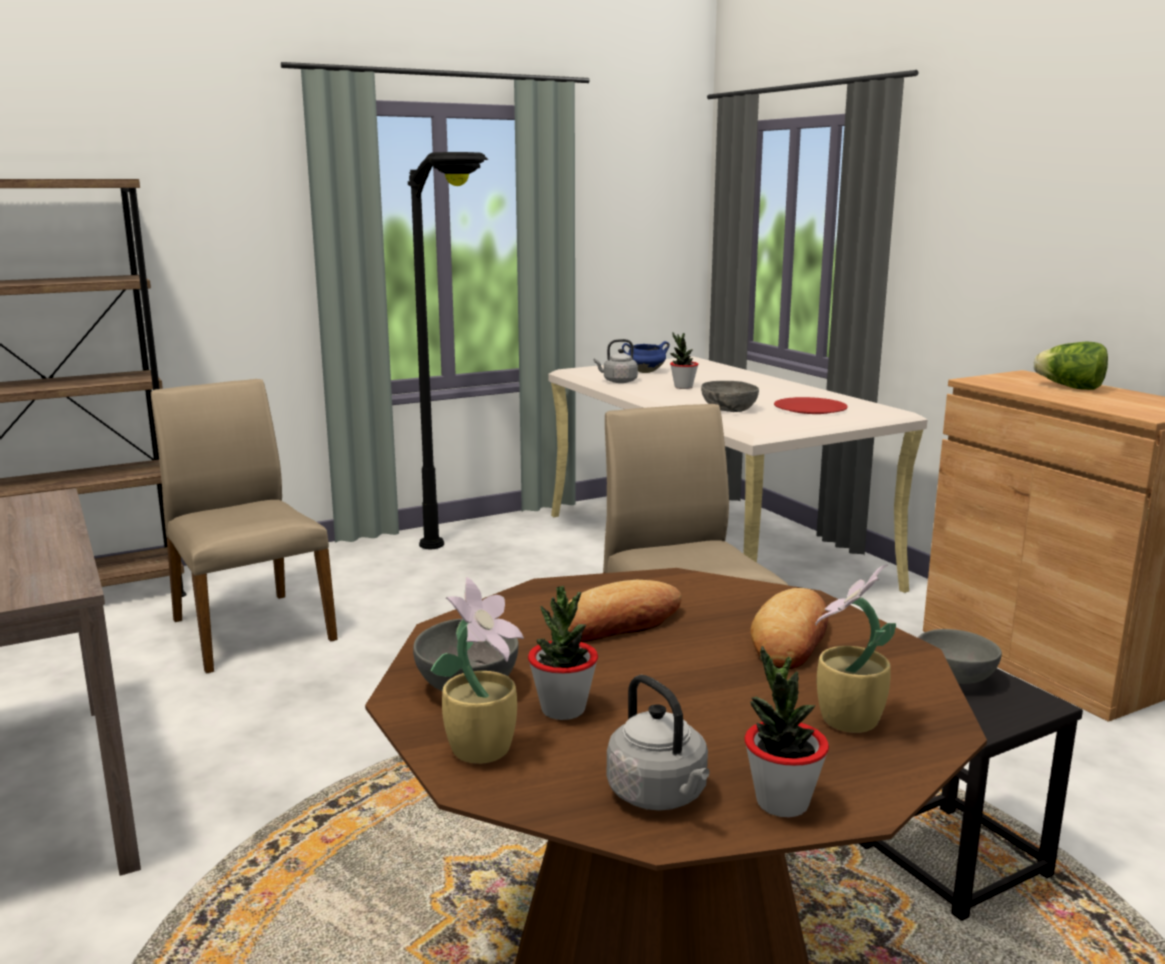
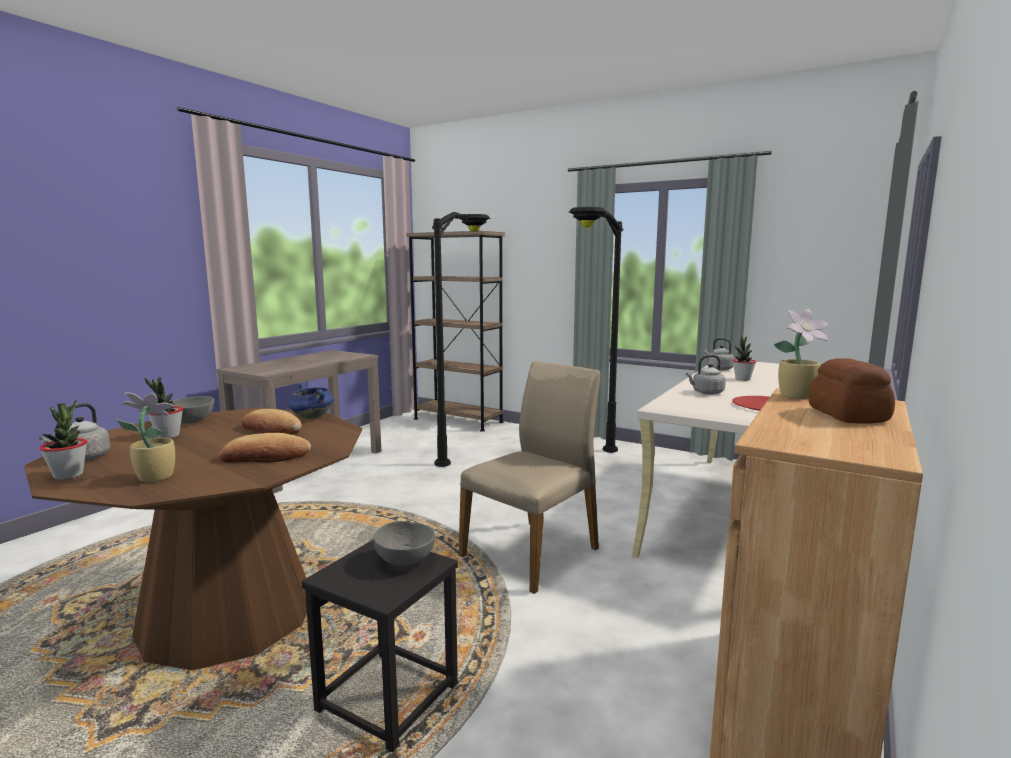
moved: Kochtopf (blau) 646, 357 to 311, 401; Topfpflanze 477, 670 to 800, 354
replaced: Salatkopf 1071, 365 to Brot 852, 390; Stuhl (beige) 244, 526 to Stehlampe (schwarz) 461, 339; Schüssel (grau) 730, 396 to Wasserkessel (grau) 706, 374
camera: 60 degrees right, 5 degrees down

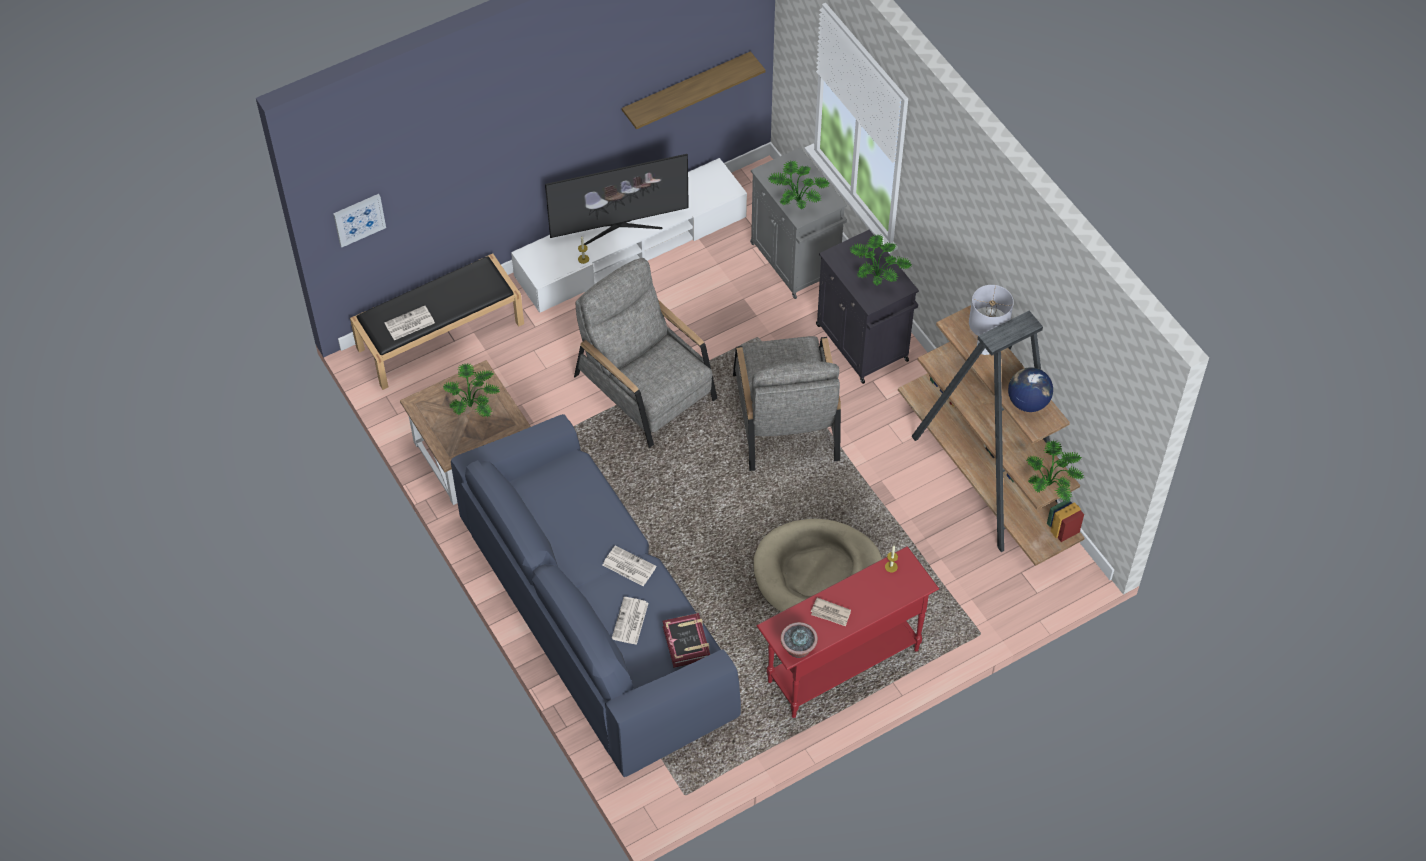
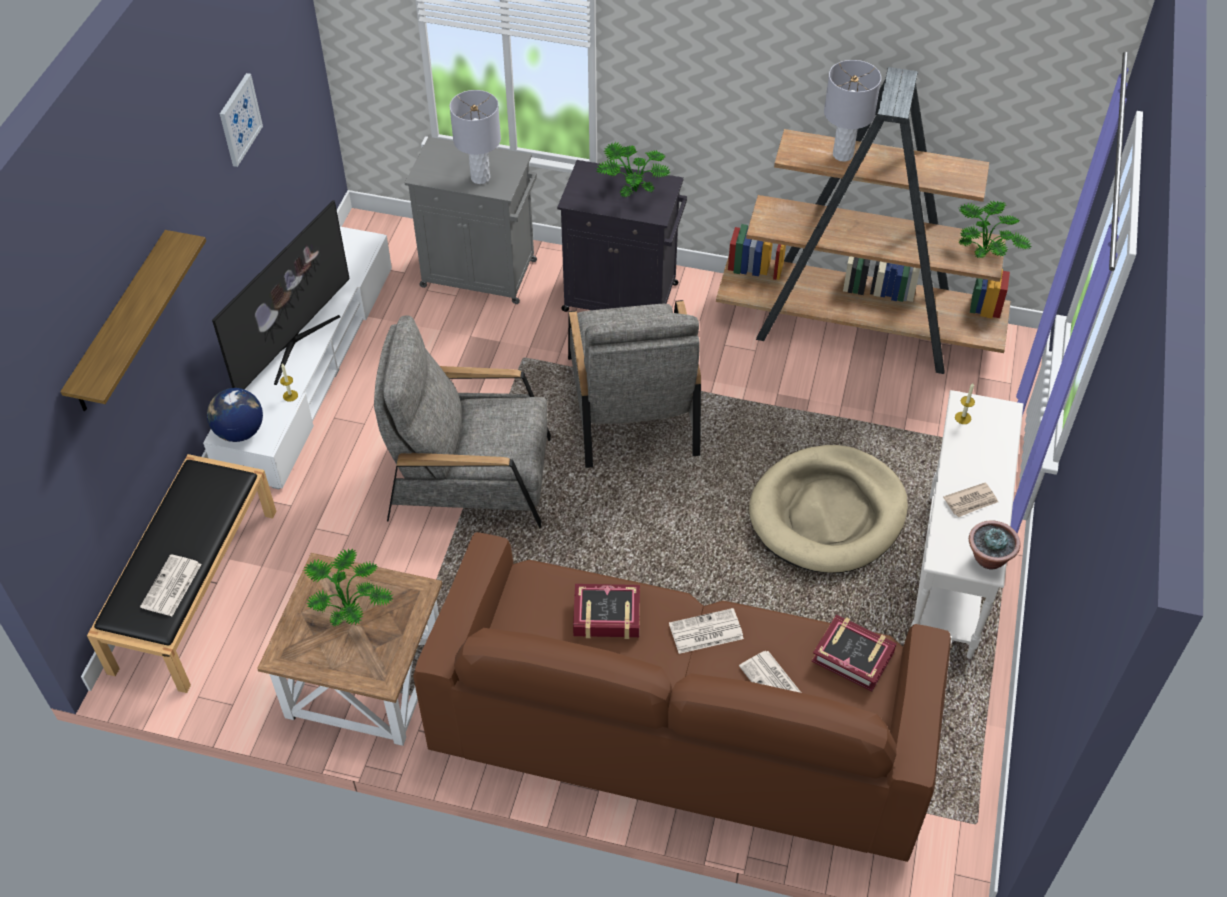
added: Buch 606, 611
moved: Wandregal 694, 90 to 133, 320; Bild 359, 220 to 241, 120; Globus 1030, 389 to 235, 415
replaced: Topfpflanze 798, 185 to Tischlampe (grau) 475, 137
recoloured: Sofa (blau) 596, 595 to Sofa (braun) 682, 697; Konsolentisch (rot) 848, 632 to Konsolentisch (weiß) 966, 524
turned: Sessel (grau) 787, 403 = 634, 384 45 degrees clockwise
camera: 45 degrees left, 5 degrees down

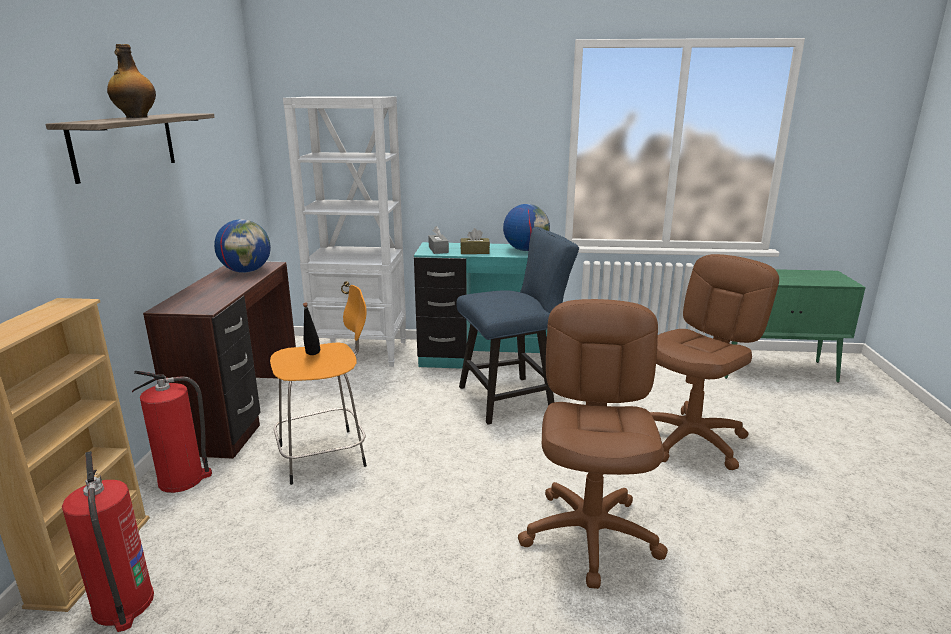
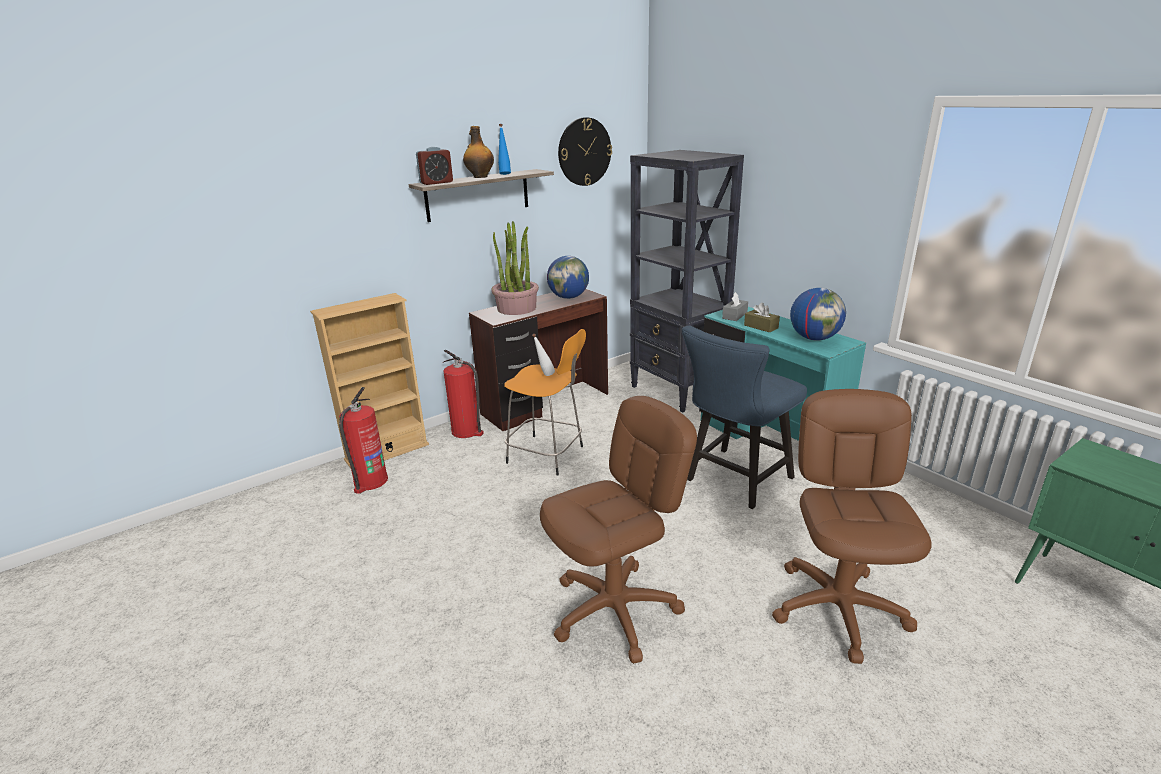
added: Wanduhr 585, 151; Flasche (blau) 504, 149; Wecker 434, 166; Topfpflanze 515, 268
recoloured: Bücherregal (weiß) 344, 231 to Bücherregal (schwarz) 687, 281; Flasche (schwarz) 312, 328 to Flasche (weiß) 543, 355
turned: Stuhl (blau) 517, 326 = 744, 417 105 degrees clockwise; Bürostuhl (braun) 714, 362 = 852, 526 90 degrees counterclockwise
camera: 50 degrees right, 5 degrees up

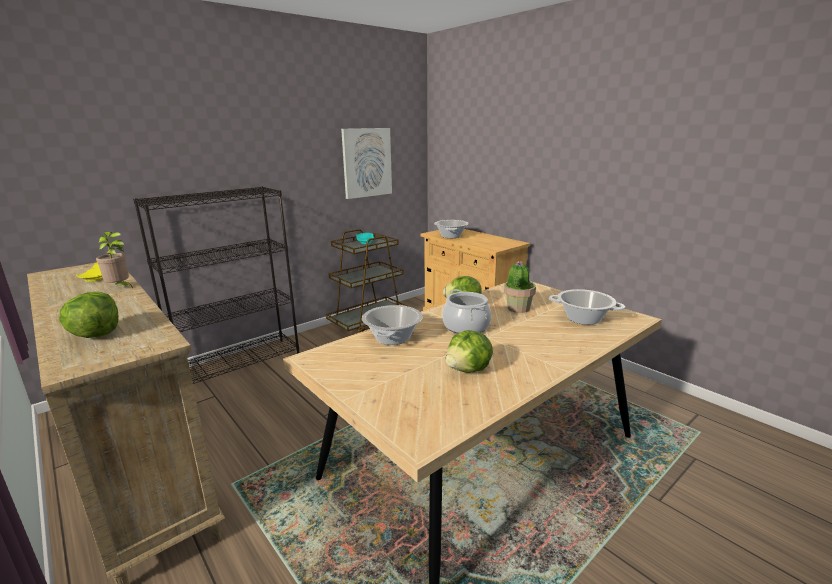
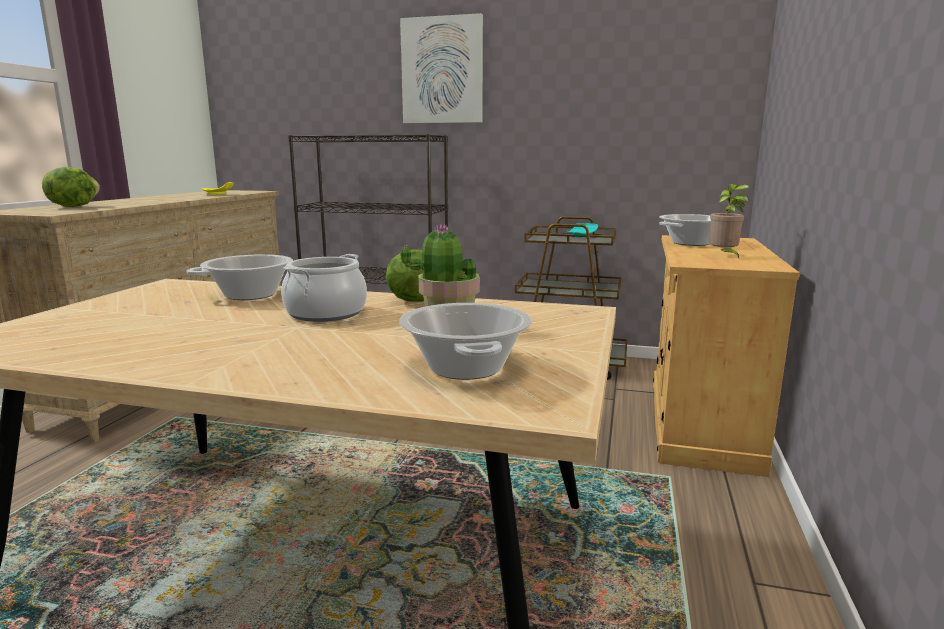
removed: Salatkopf 469, 351
moved: Bild 366, 163 to 441, 68; Topfpflanze 114, 260 to 729, 221
camera: 55 degrees right, 5 degrees down

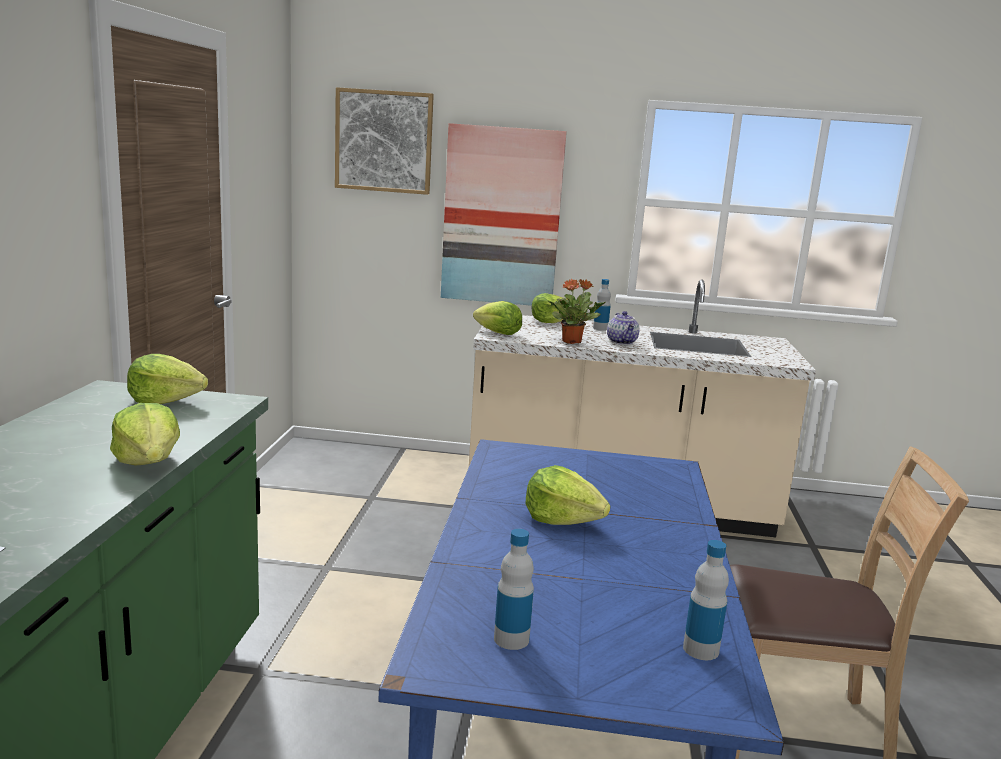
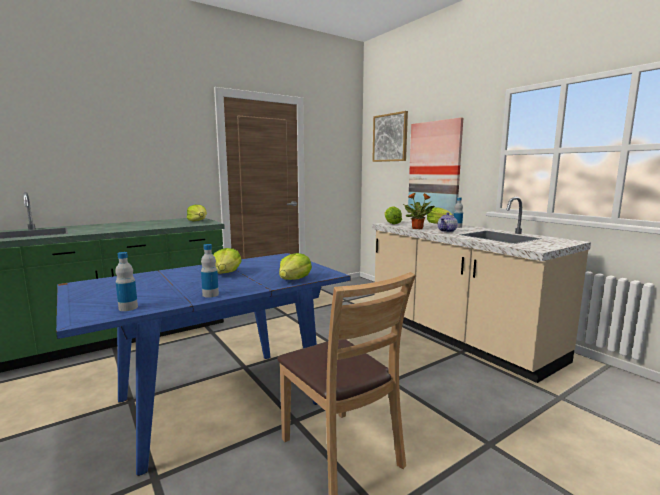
moved: Salatkopf 145, 434 to 295, 266; Flasche 514, 589 to 210, 271
camera: 50 degrees right, 5 degrees down

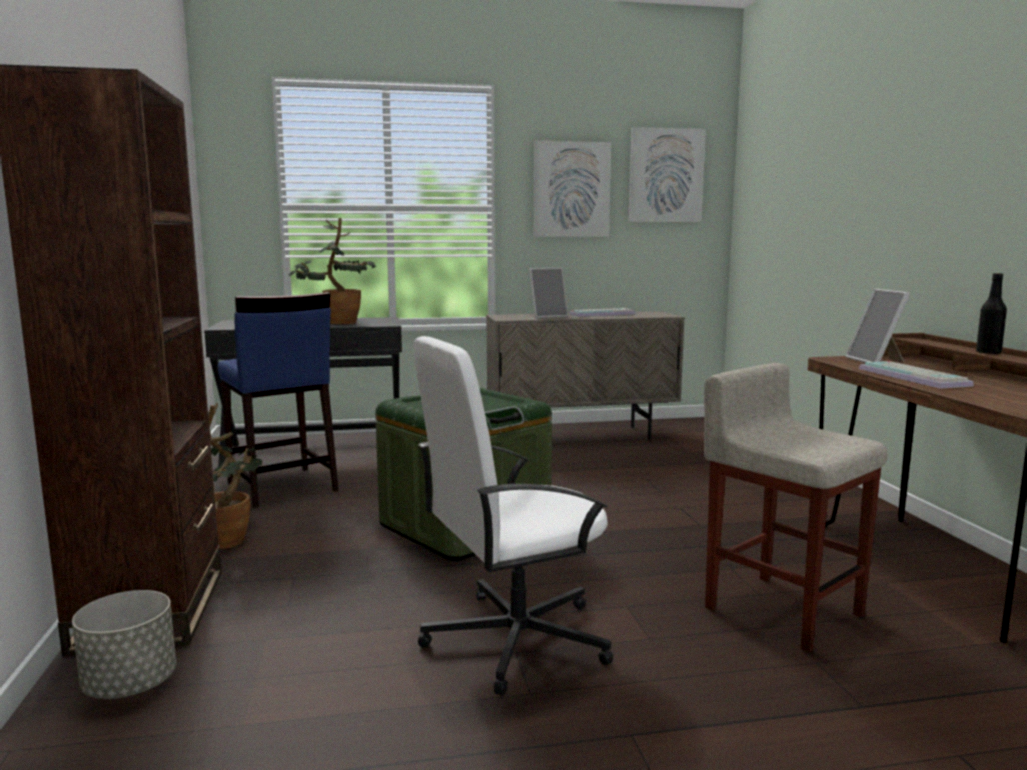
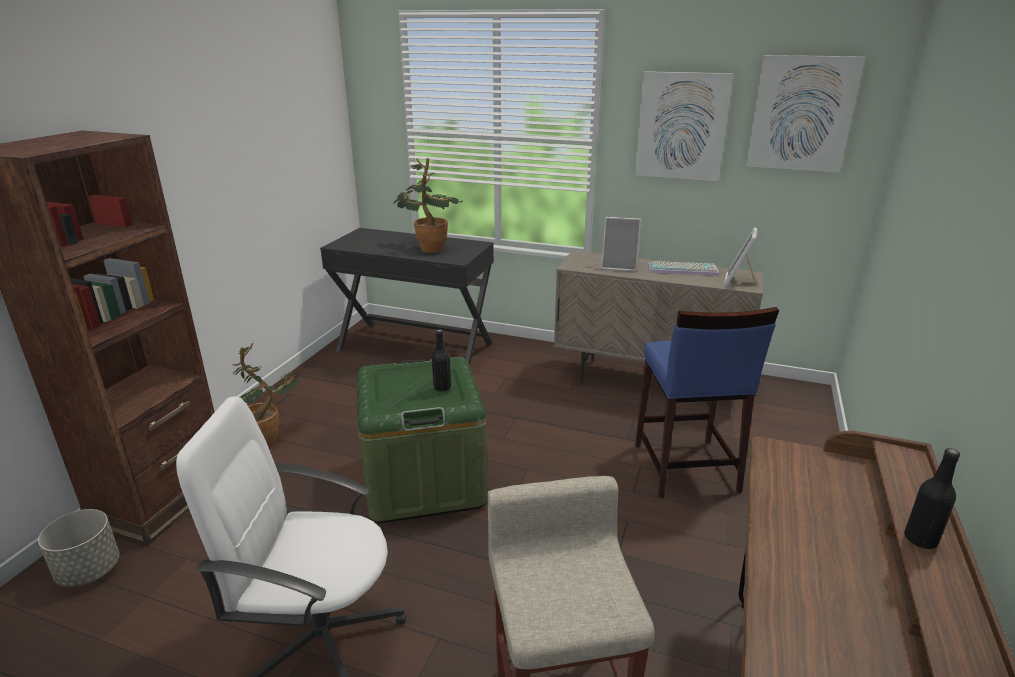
removed: Tastatur 916, 375
added: Flasche (schwarz) 441, 360
moved: Bilderrahmen 877, 326 to 741, 256; Hocker (blau) 278, 400 to 707, 402
camera: 30 degrees right, 15 degrees up

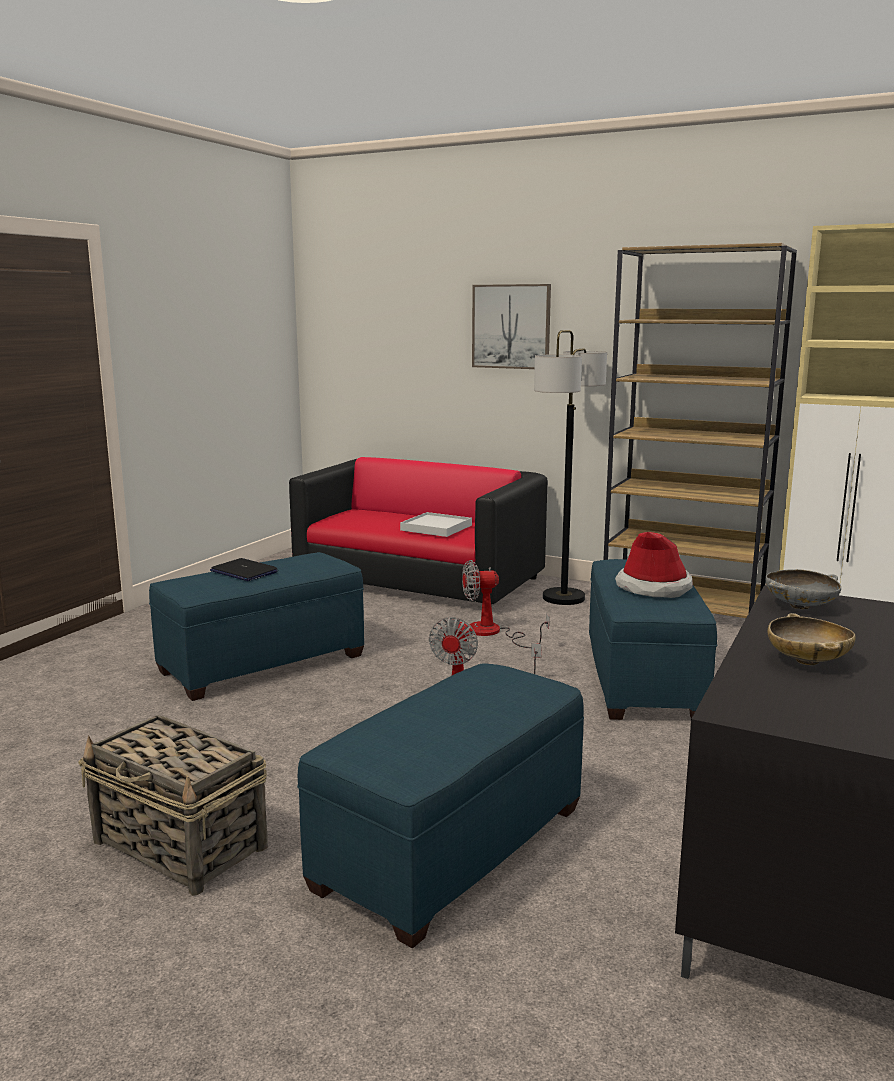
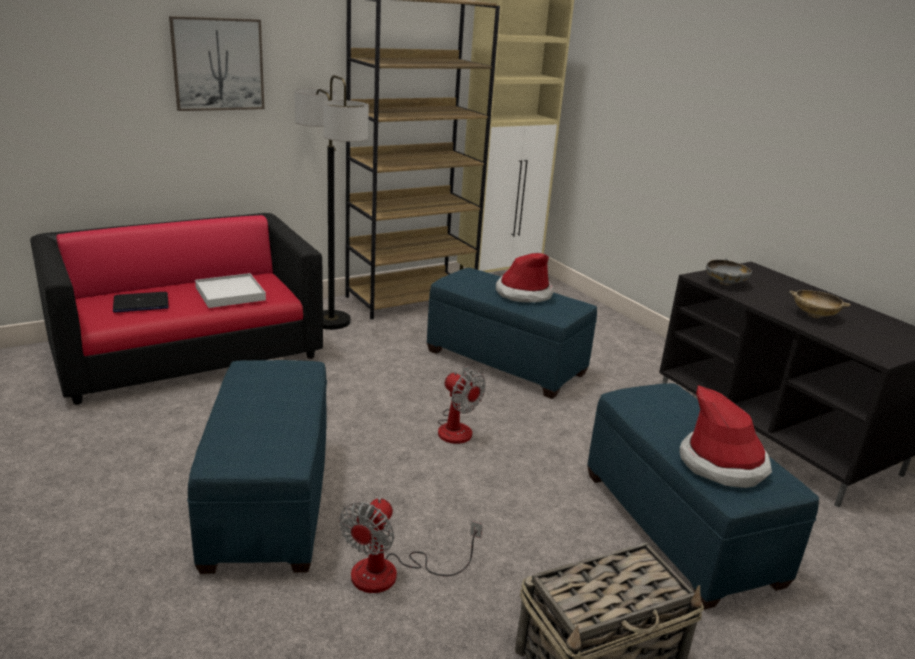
added: Hut 726, 436
moved: Laptop 244, 569 to 141, 302; Ventilator 505, 604 to 411, 545
camera: 60 degrees left, 10 degrees up

